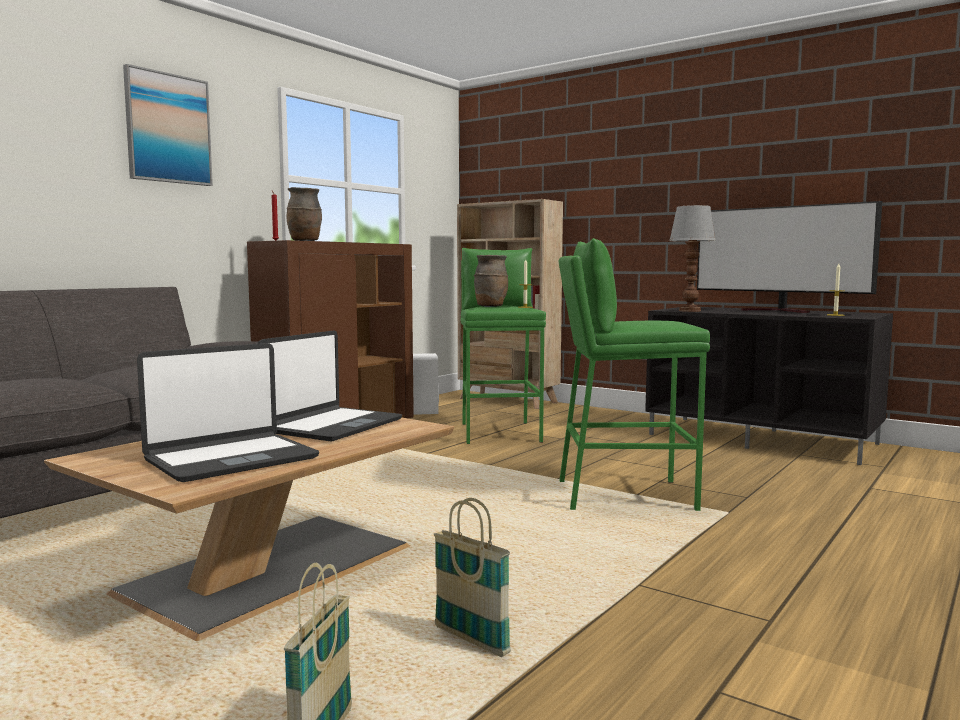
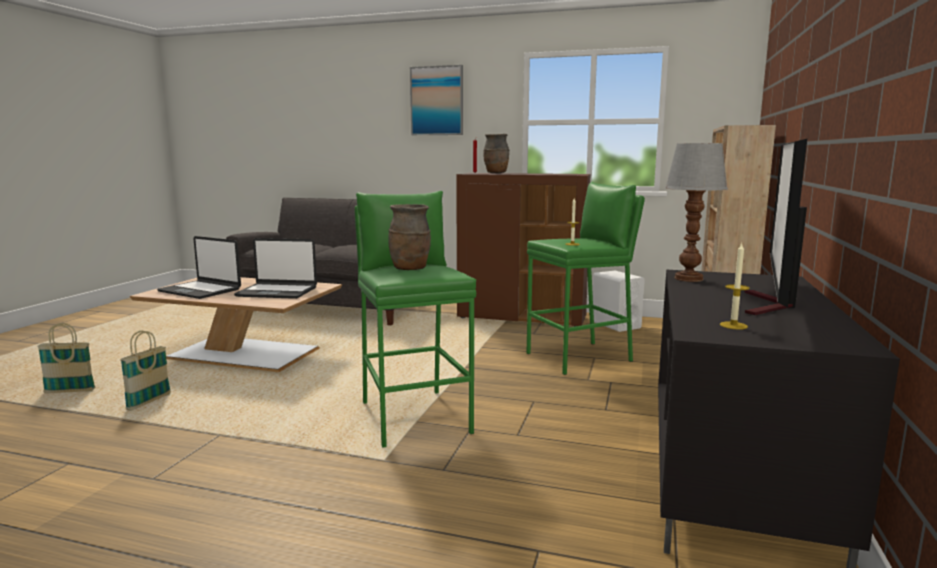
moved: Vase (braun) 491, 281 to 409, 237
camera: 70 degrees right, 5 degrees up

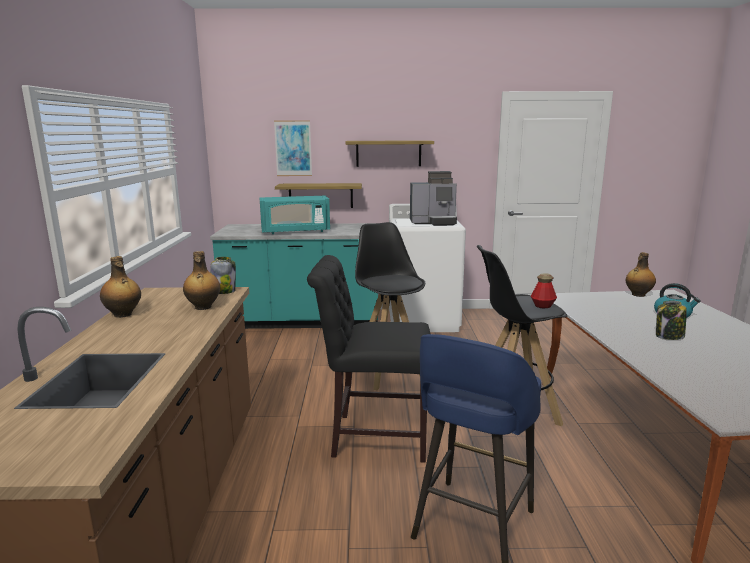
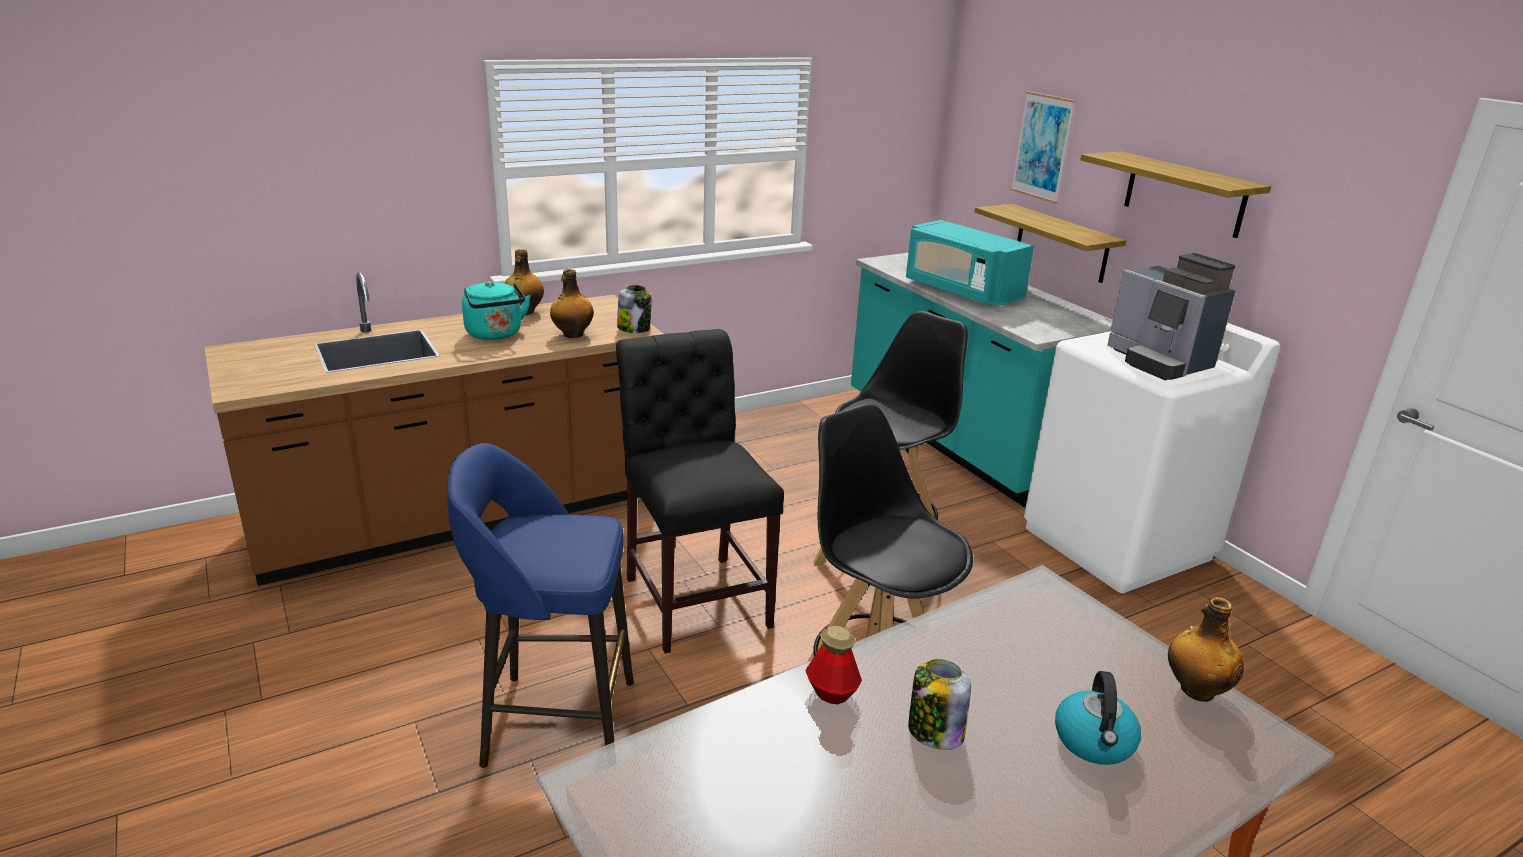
added: Wasserkessel (türkis) 496, 310
moved: Flasche 544, 290 to 833, 665
camera: 60 degrees right, 10 degrees up

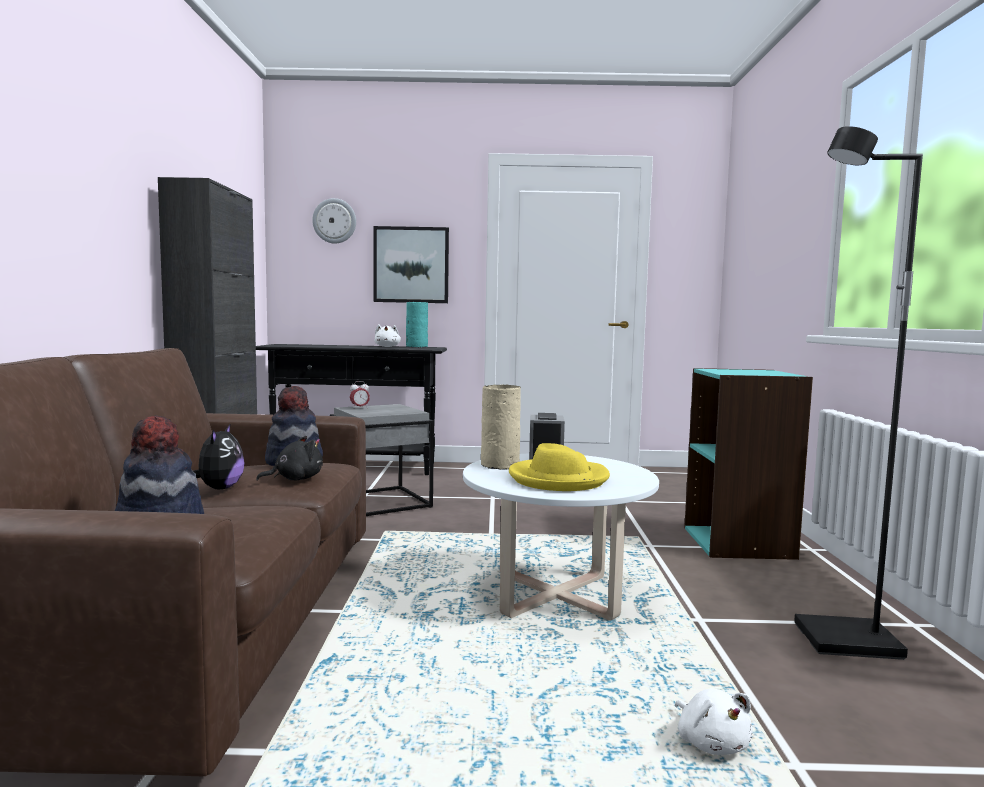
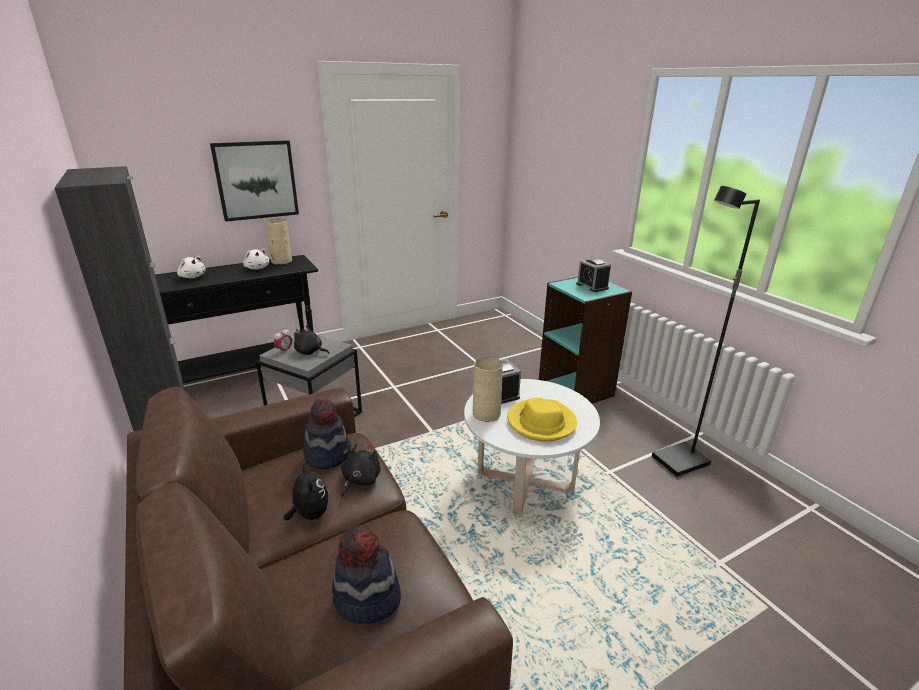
removed: Wanduhr 334, 220
added: Wecker 593, 275; Plüschtier (schwarz) 312, 340
moved: Plüschtier (weiß) 714, 722 to 191, 267
recoloured: Vase (türkis) 417, 324 to Vase (beige) 279, 241
camera: 30 degrees left, 20 degrees up

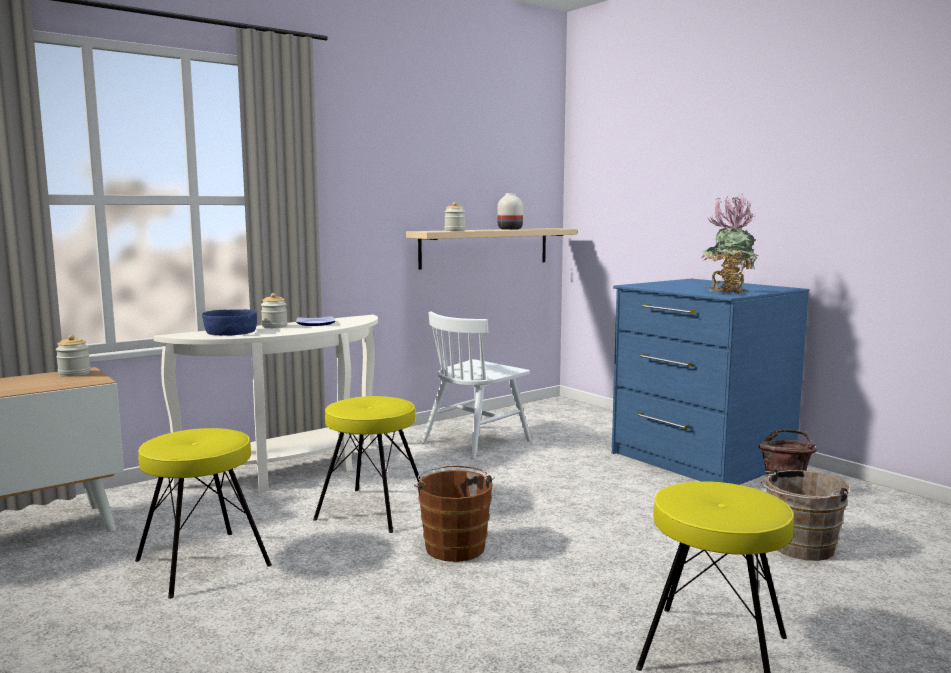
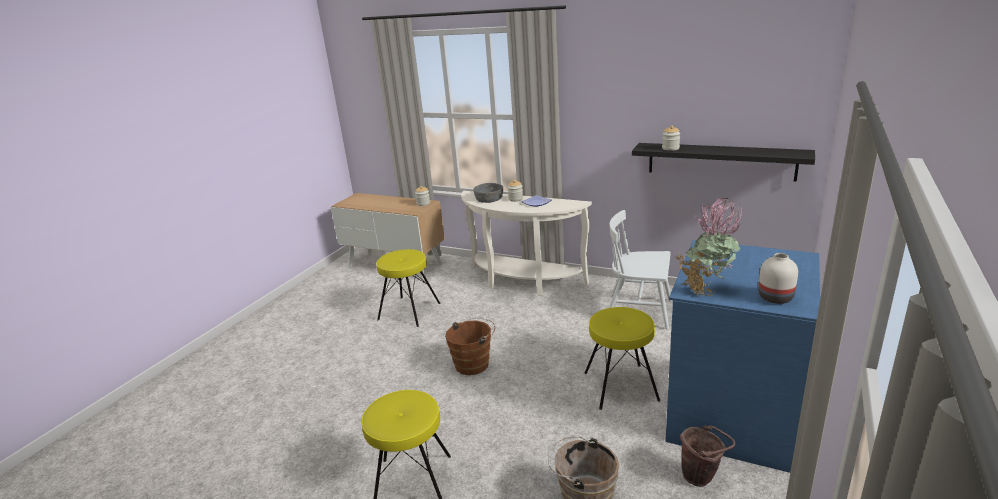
moved: Vase (weiß) 510, 211 to 778, 278; Hocker (gelb) 366, 464 to 622, 358
recoloured: Wandregal (beige) 491, 249 to Wandregal (schwarz) 723, 162; Schüssel (blau) 229, 322 to Schüssel (grau) 488, 193
camera: 65 degrees right, 15 degrees up

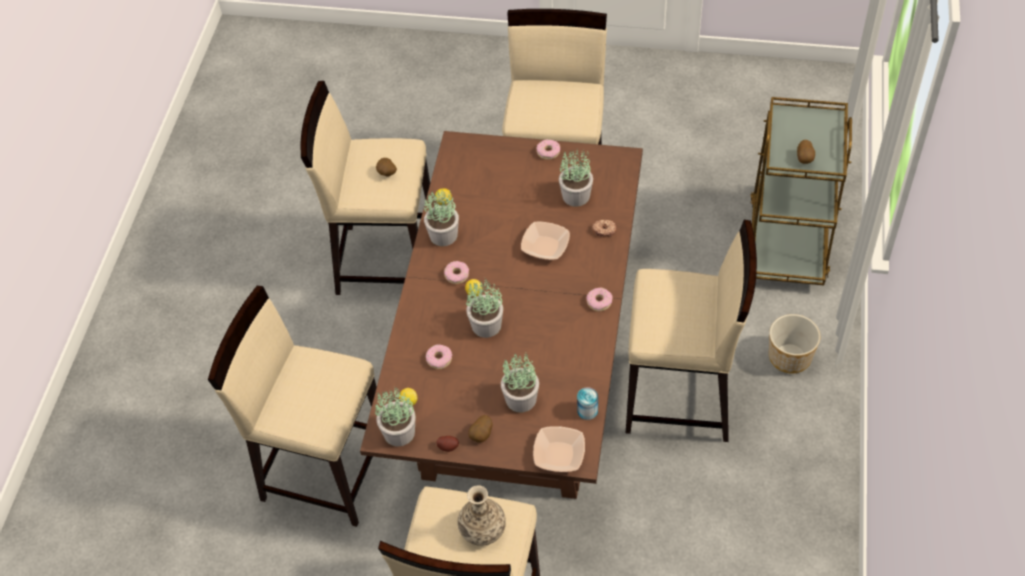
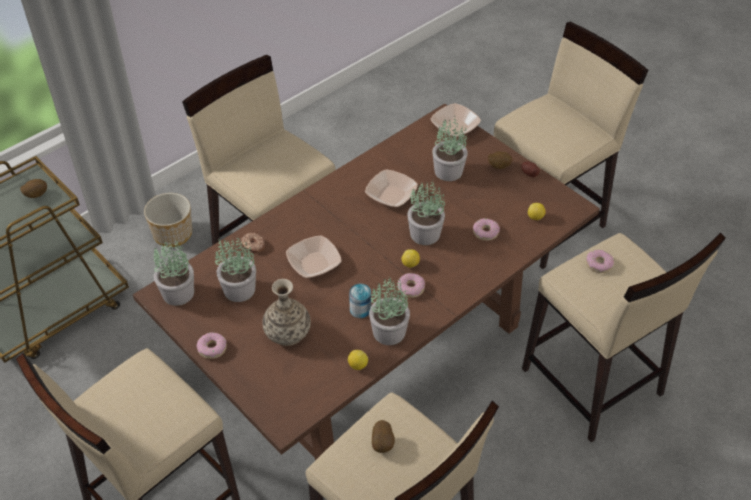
added: Schüssel 391, 188
moved: Donut 599, 299 to 600, 261; Dose 587, 403 to 360, 301; Topfpflanze 395, 417 to 174, 272; Vase 482, 515 to 286, 312
camera: 145 degrees left, 5 degrees down

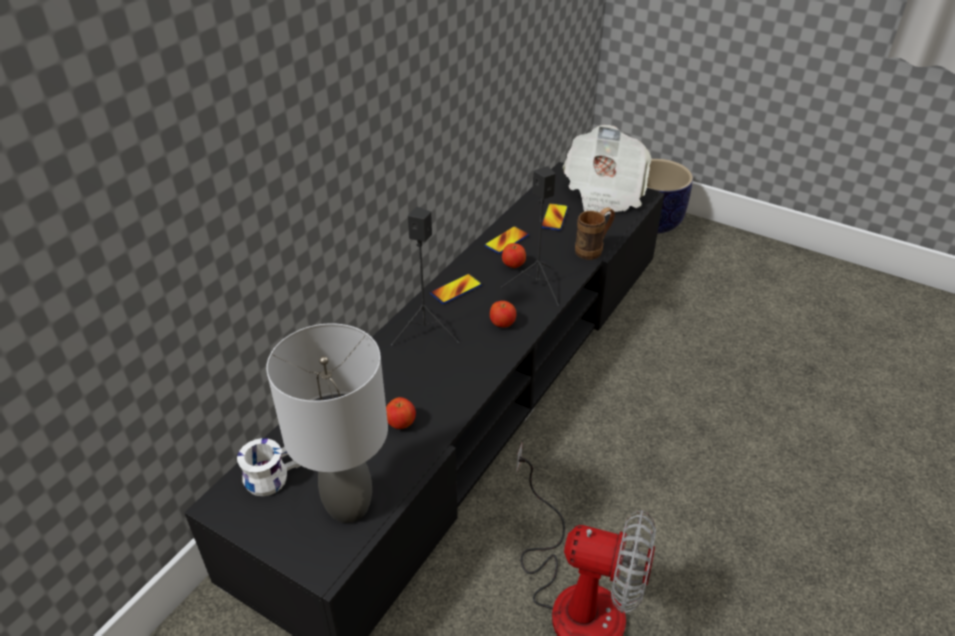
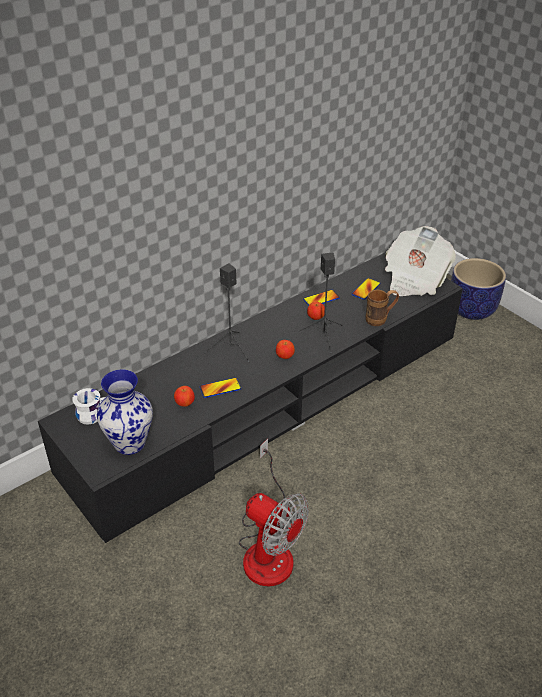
moved: Handy 456, 289 to 220, 388
replaced: Tischlampe (grau) 327, 423 to Vase 125, 412
camera: 20 degrees right, 0 degrees up

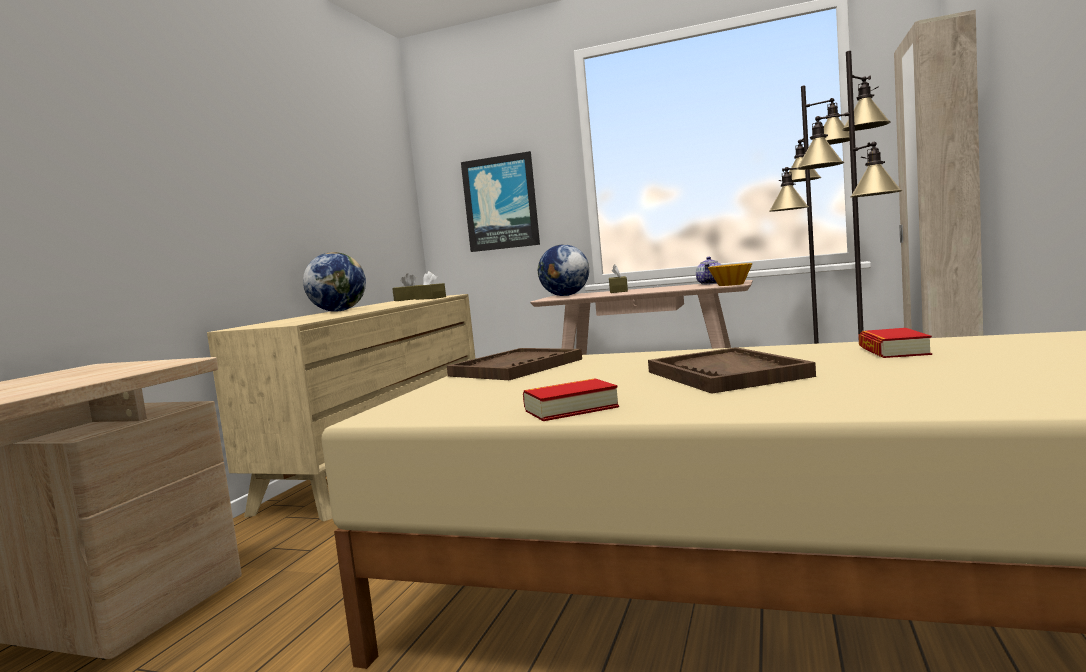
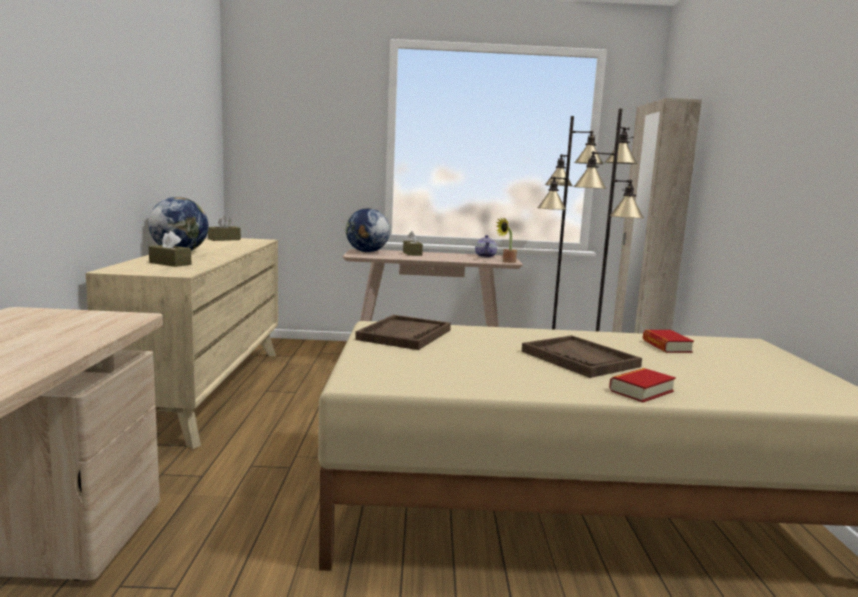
removed: Bild 500, 201
moved: Taschentuchbox (braun) 429, 285 to 170, 249; Buch 571, 399 to 642, 385
replaced: Schüssel 730, 274 to Topfpflanze 506, 240
camera: 20 degrees left, 5 degrees up

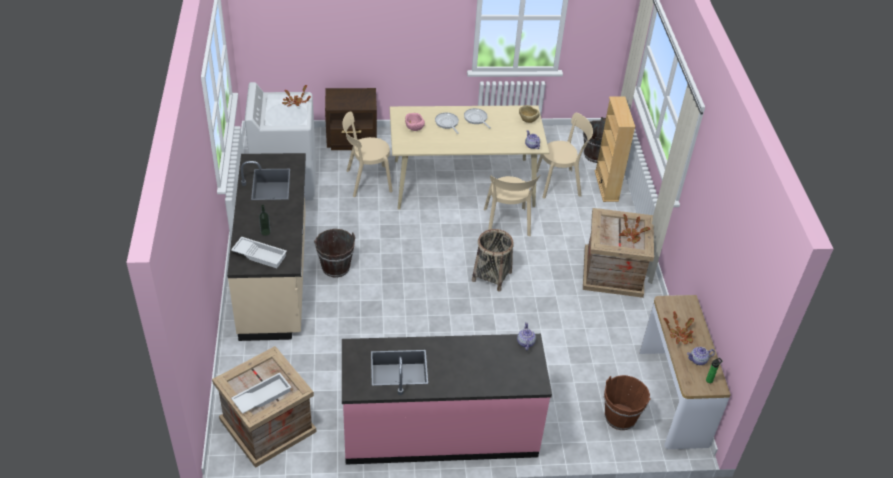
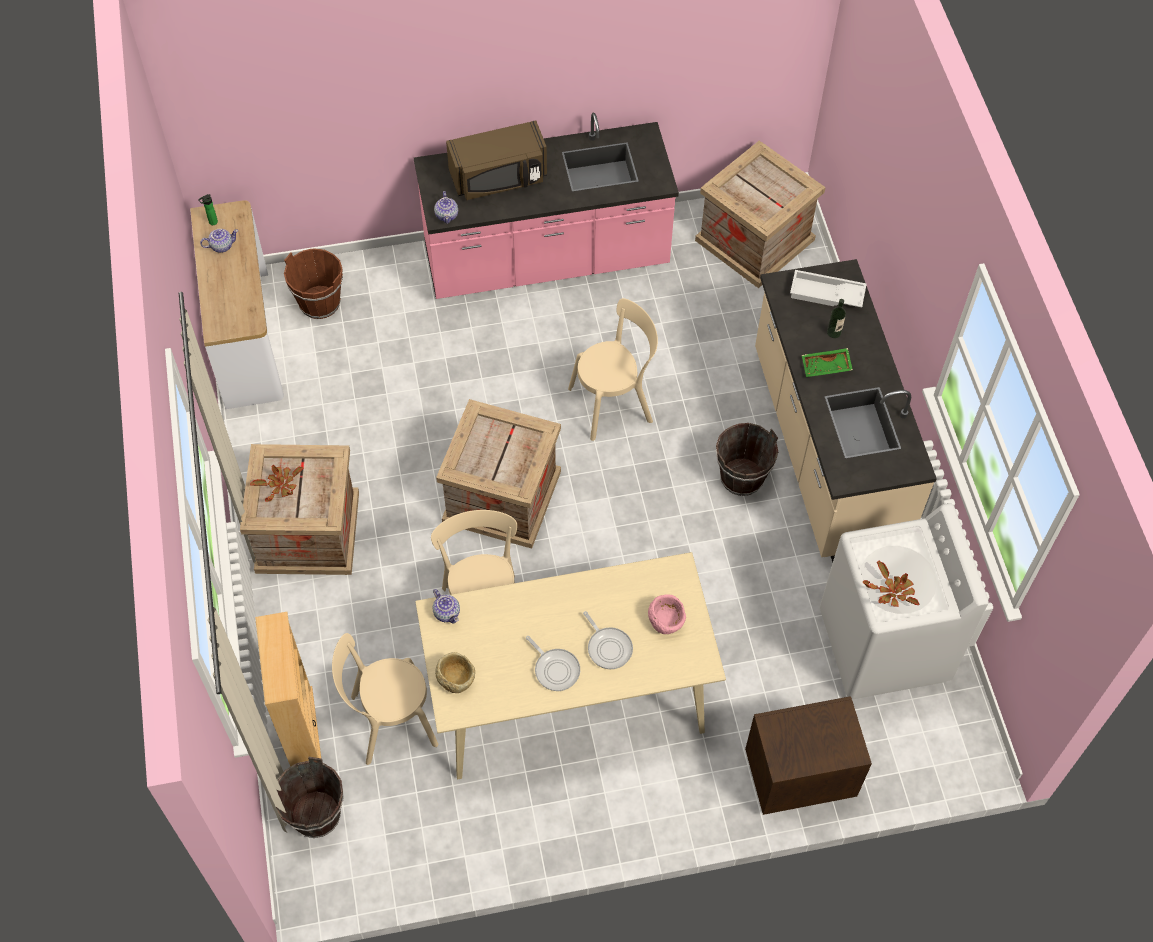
removed: Topfpflanze 678, 327; Tablett (weiß) 261, 393
added: Mikrowelle (braun) 496, 160; Tablett (grün) 827, 362
moved: Stuhl (beige) 368, 154 to 613, 369
replaced: Korb 493, 260 to Kiste 498, 474
camera: 175 degrees right, 15 degrees up

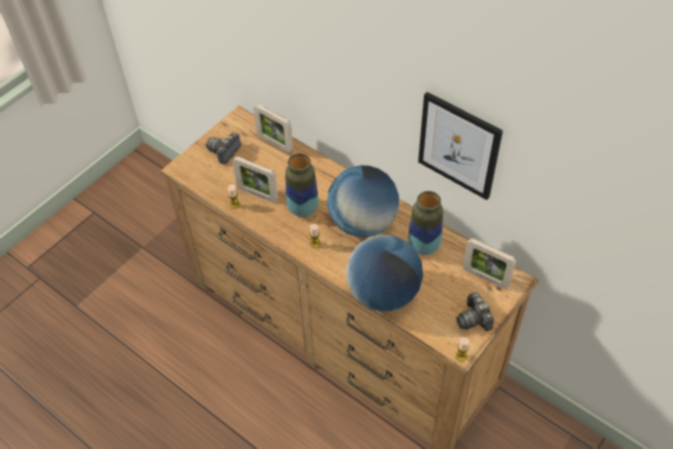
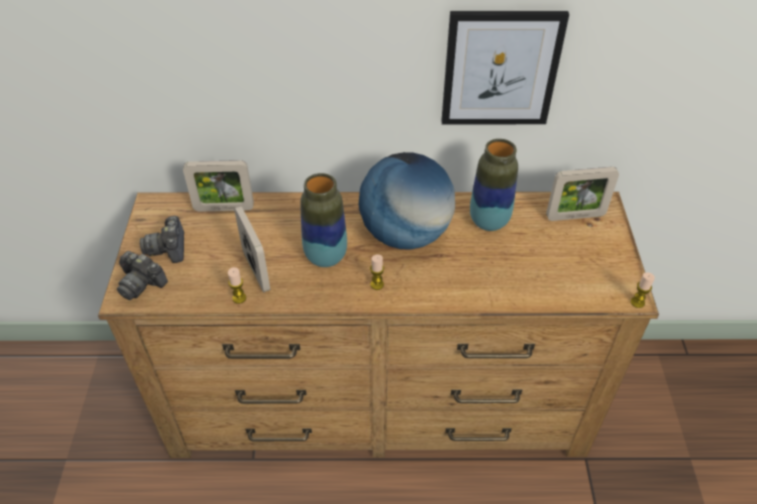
removed: Globus 384, 273
moved: Kamera 475, 311 to 142, 275
turned: Bilderrahmen 255, 179 = 252, 249 105 degrees counterclockwise
camera: 40 degrees left, 5 degrees down

